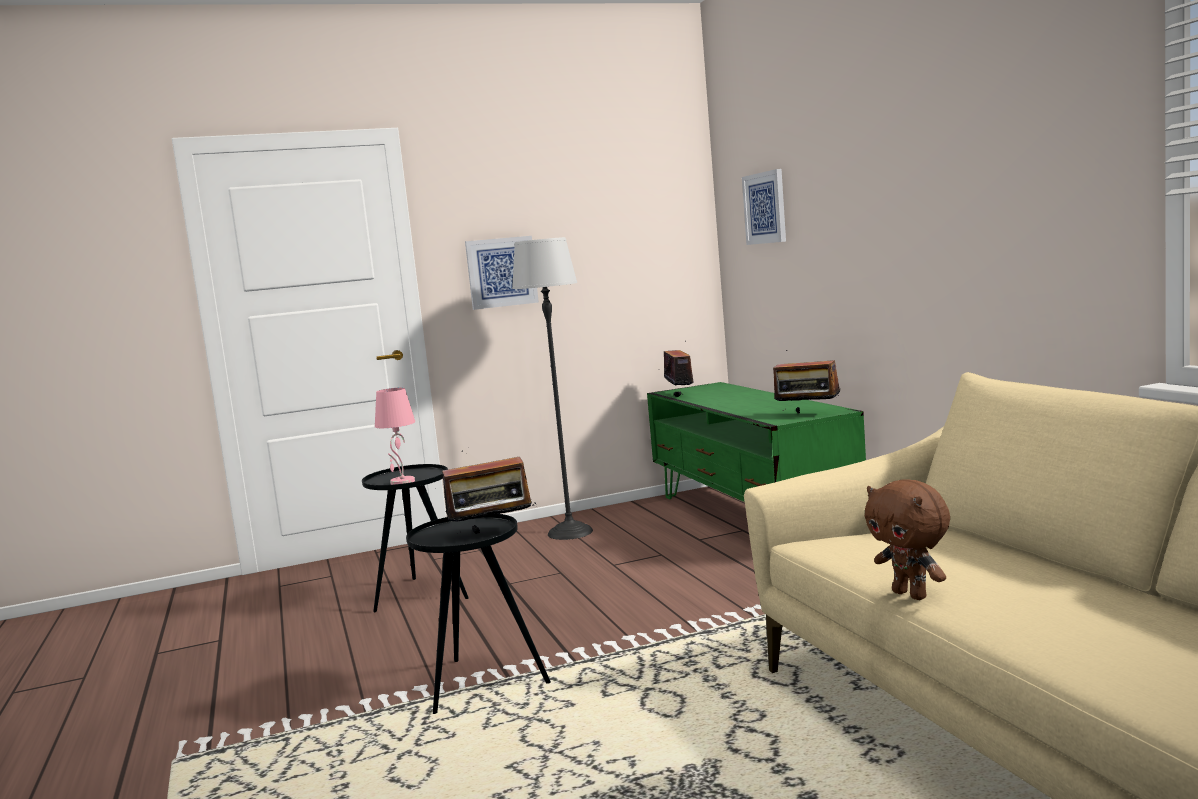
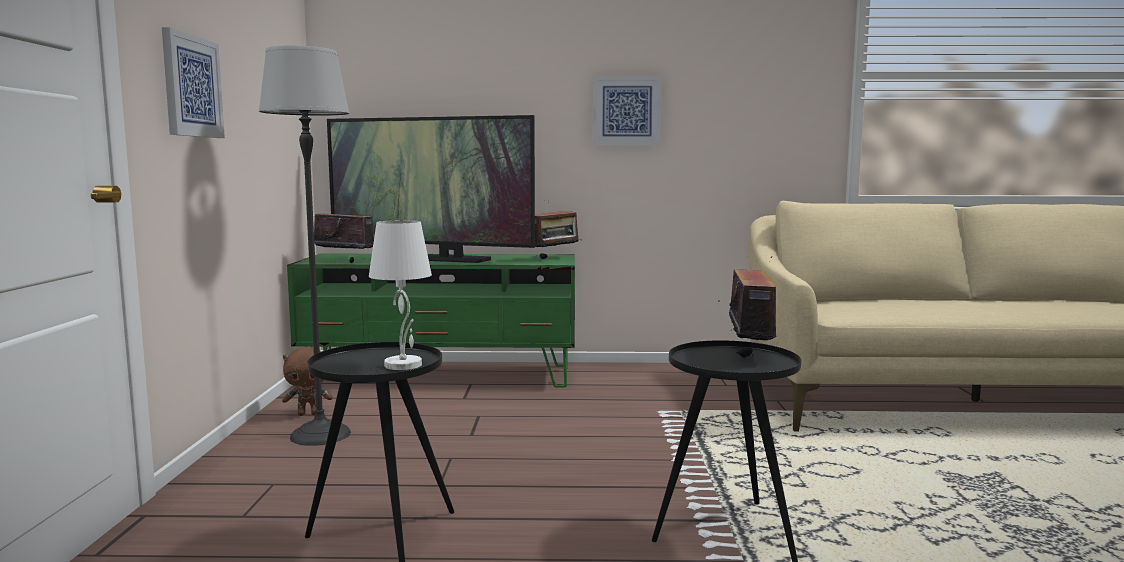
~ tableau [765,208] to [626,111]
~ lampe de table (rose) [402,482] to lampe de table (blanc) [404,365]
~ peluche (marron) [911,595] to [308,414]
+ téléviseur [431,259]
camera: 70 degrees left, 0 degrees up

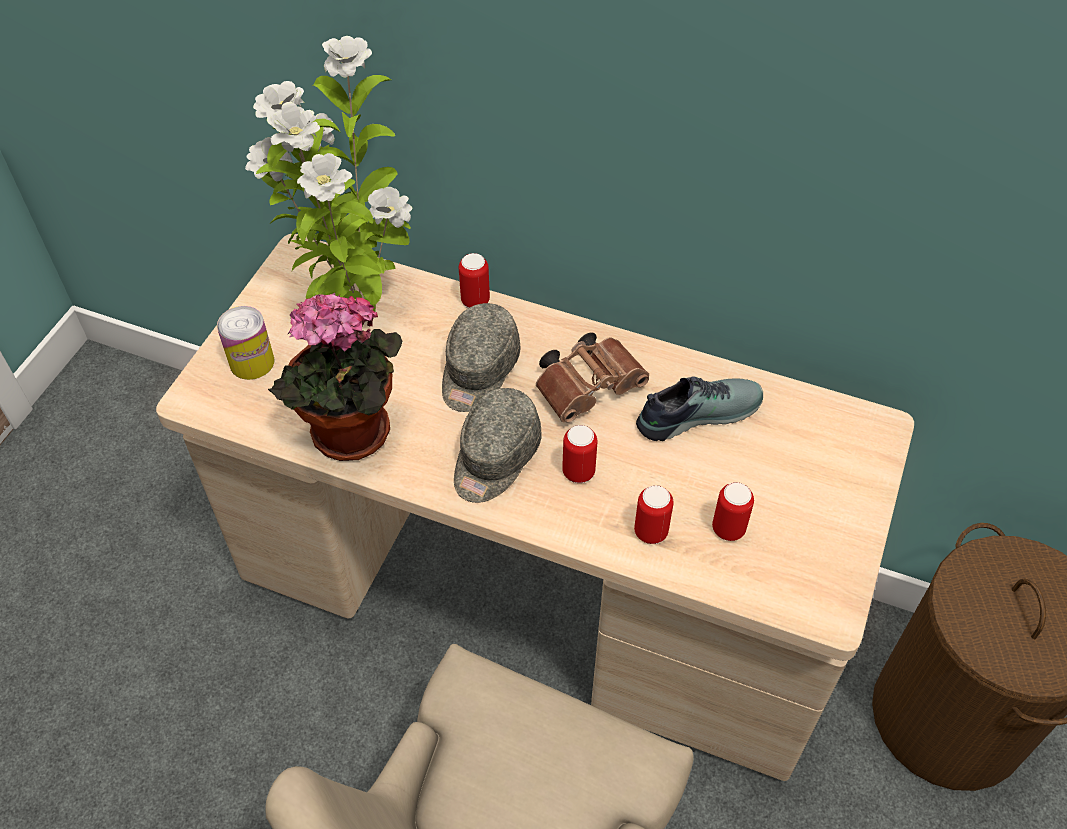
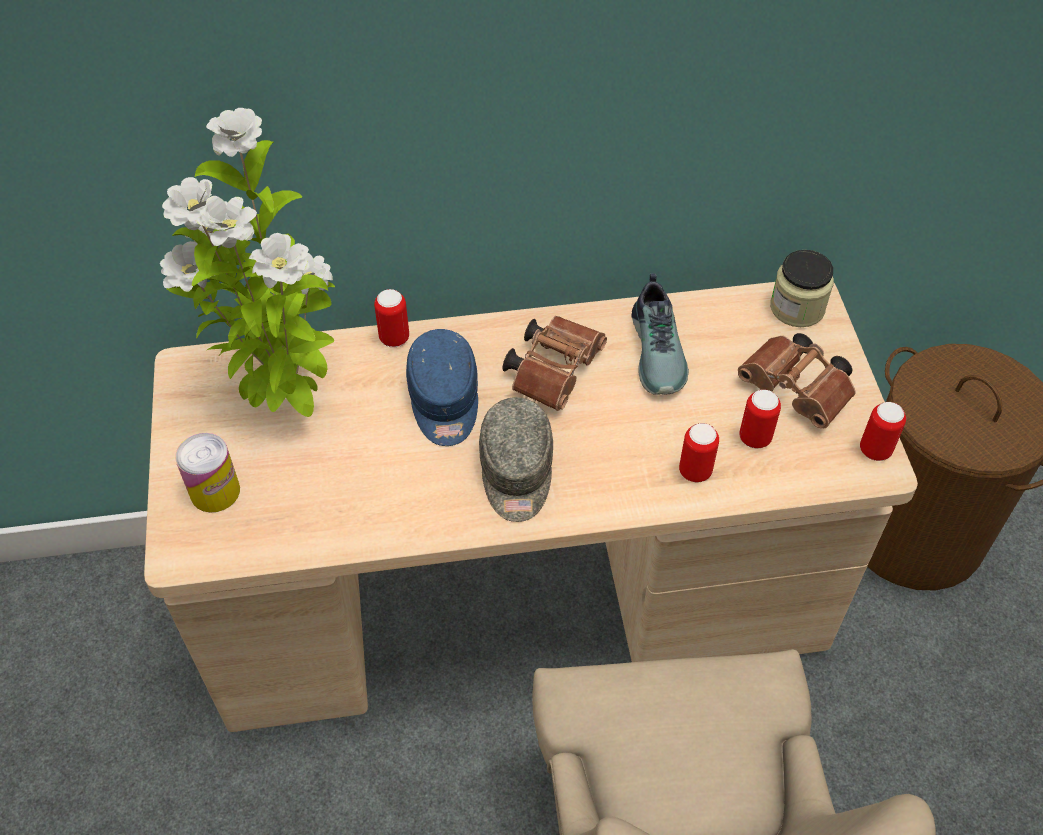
- plante en pot [350,438]
~ casquette (gris) [478,371] to casquette (bleu) [444,401]
~ chaussure [696,412] = [660,351] 135 degrees clockwise
~ boîte métallique [578,472] to [875,450]
+ bocal [797,308]
+ jumelles (marron) [798,392]
camera: 30 degrees left, 0 degrees up

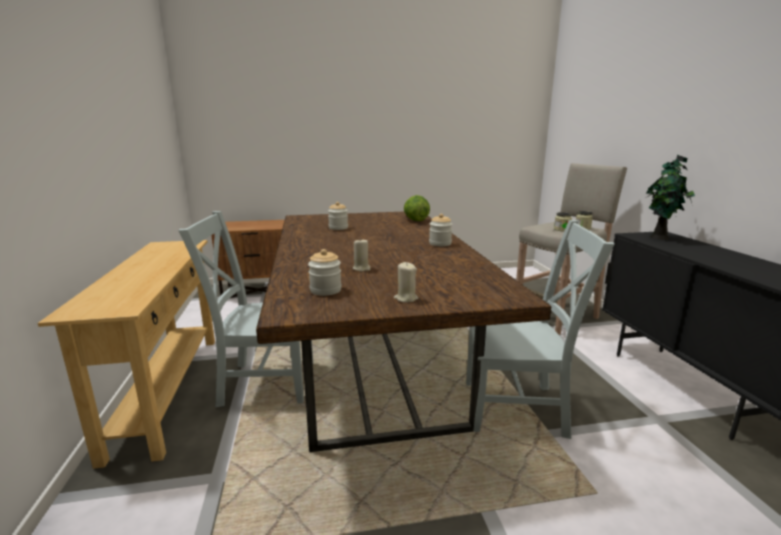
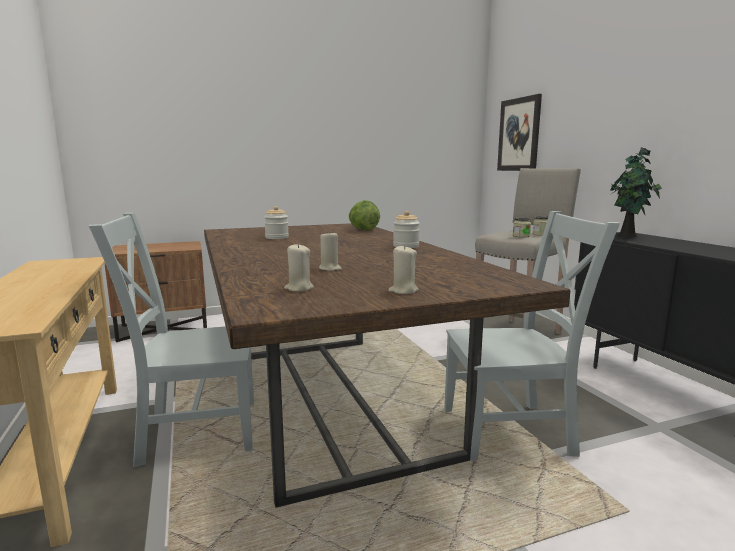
~ bocal [325,290] to bougie (beige) [299,288]
+ tableau [519,134]
camera: 10 degrees left, 5 degrees down

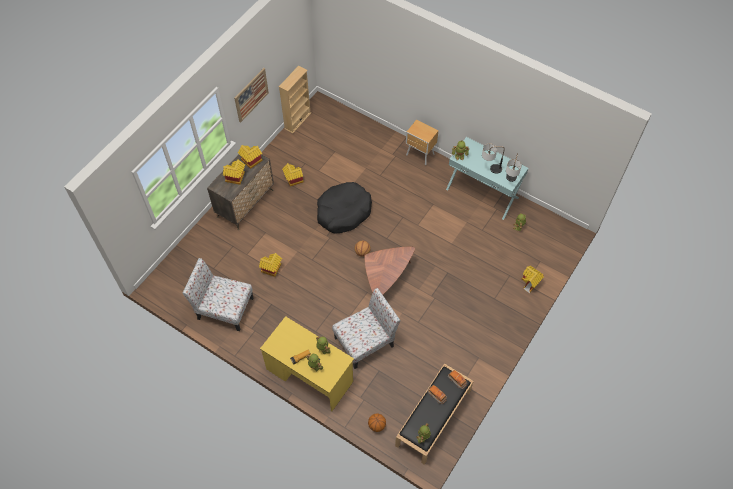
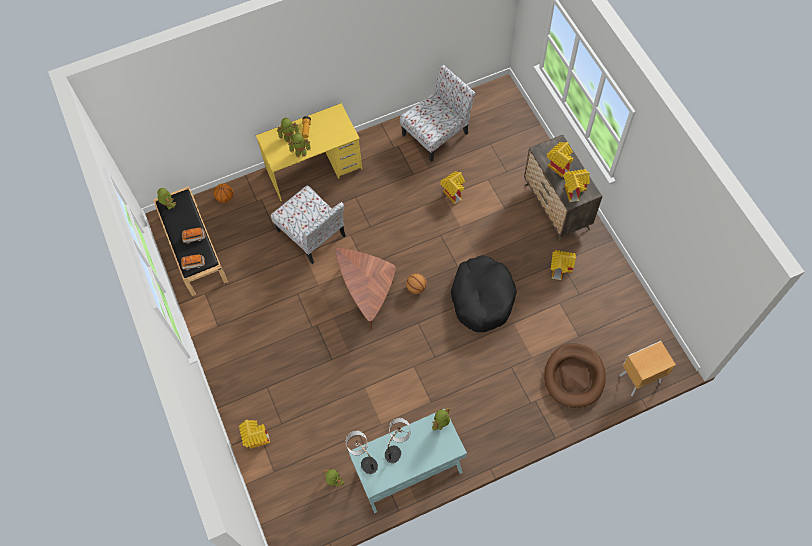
- bibliothèque (beige) [297,121]
- tableau [251,95]
~ table de chevet (marron) [420,155] to [638,379]
~ chaise [365,341] = [312,234] 45 degrees counterclockwise
+ panier pour chien (marron) [574,376]
camera: 125 degrees right, 5 degrees up

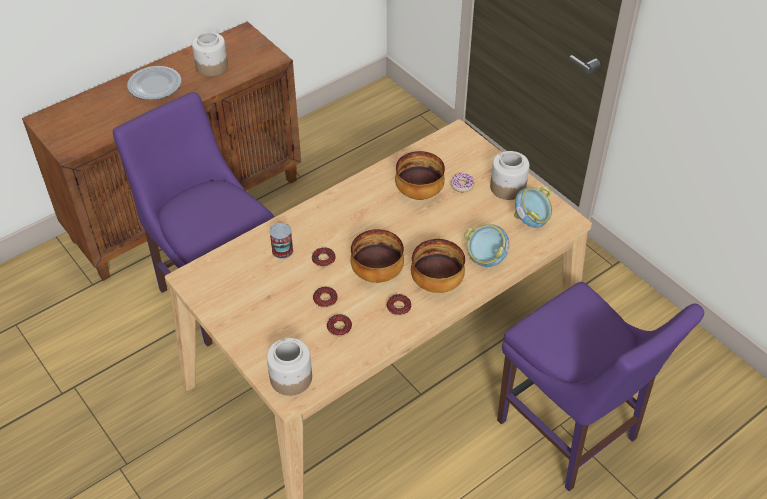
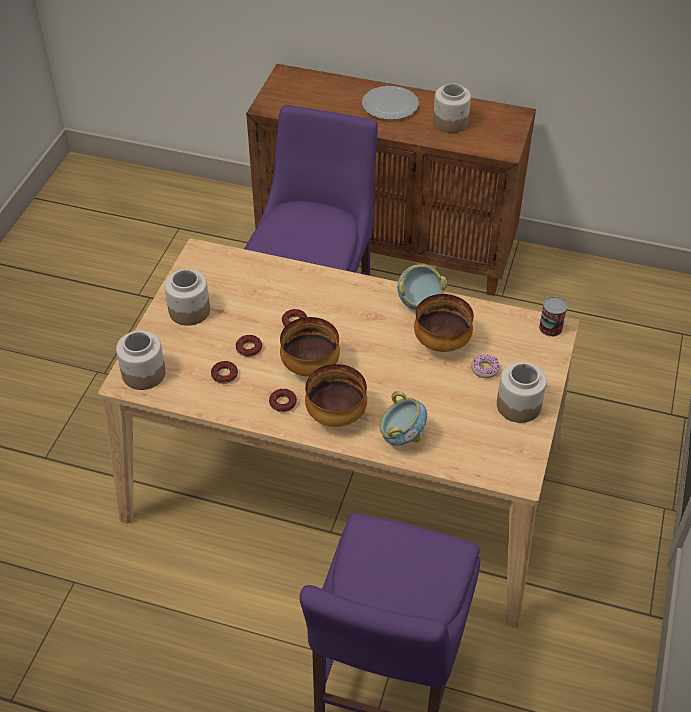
~ bol [531,221] to [419,303]
~ boîte métallique [282,250] to [550,328]
+ bocal [189,311]
camera: 55 degrees right, 0 degrees up

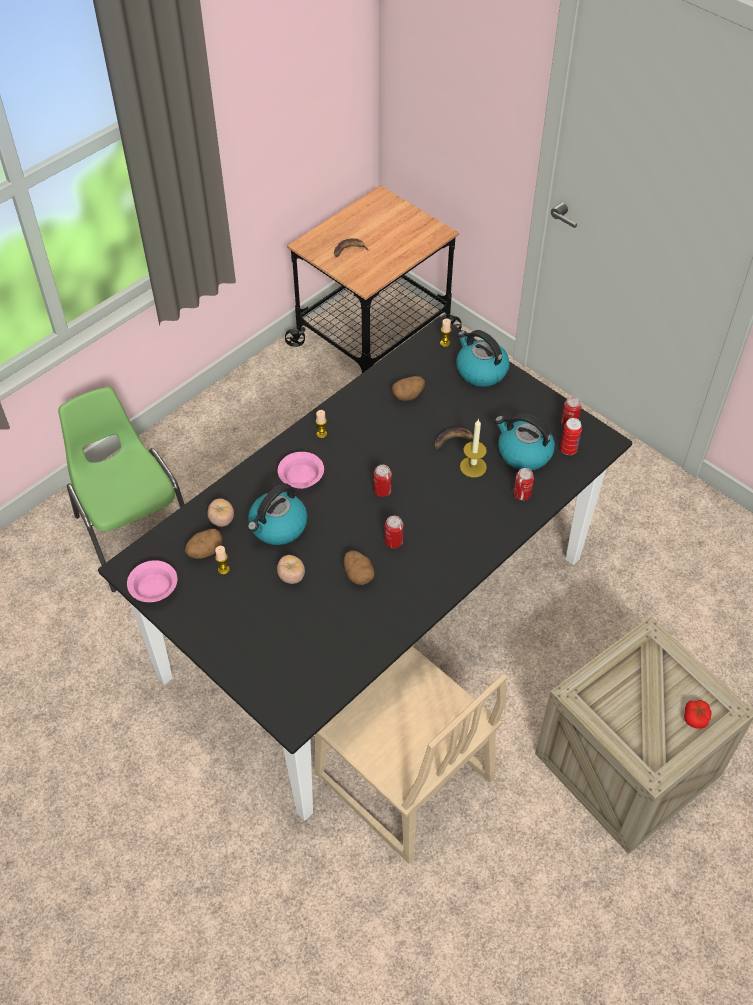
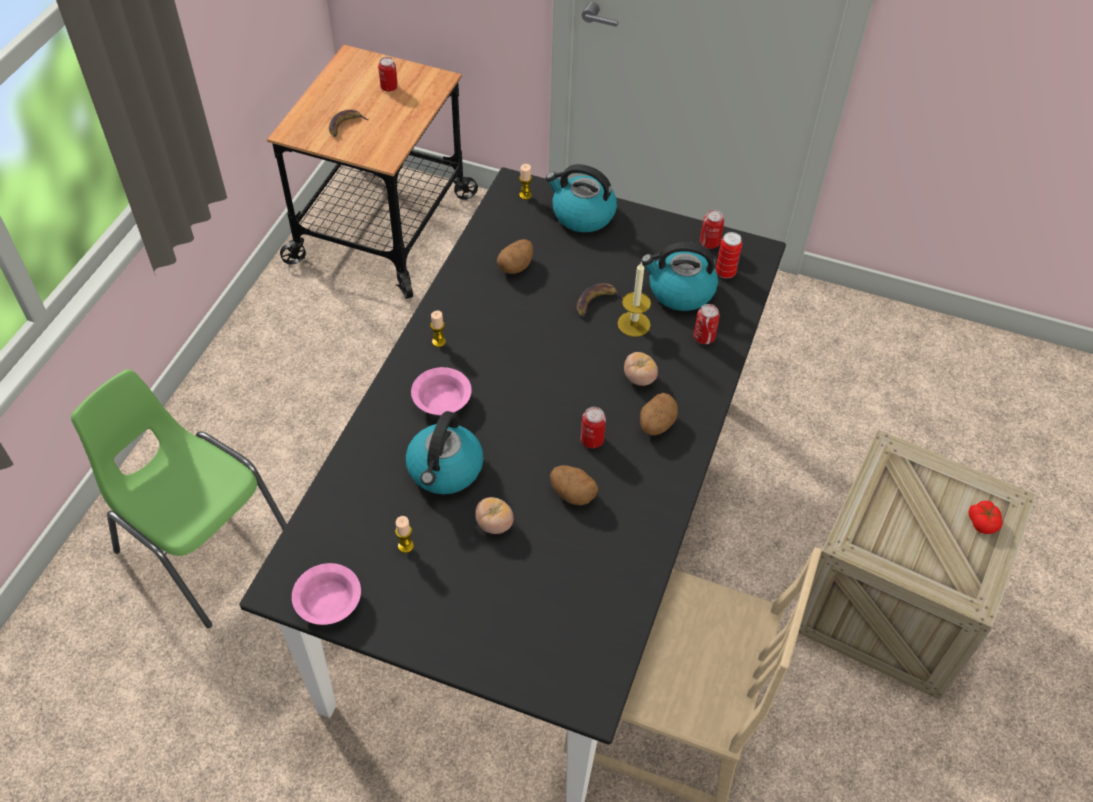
~ boîte métallique [382,491] to [389,87]
~ tomate [222,520] to [639,378]
~ pomme de terre [205,551] to [656,424]
camera: 25 degrees left, 0 degrees up

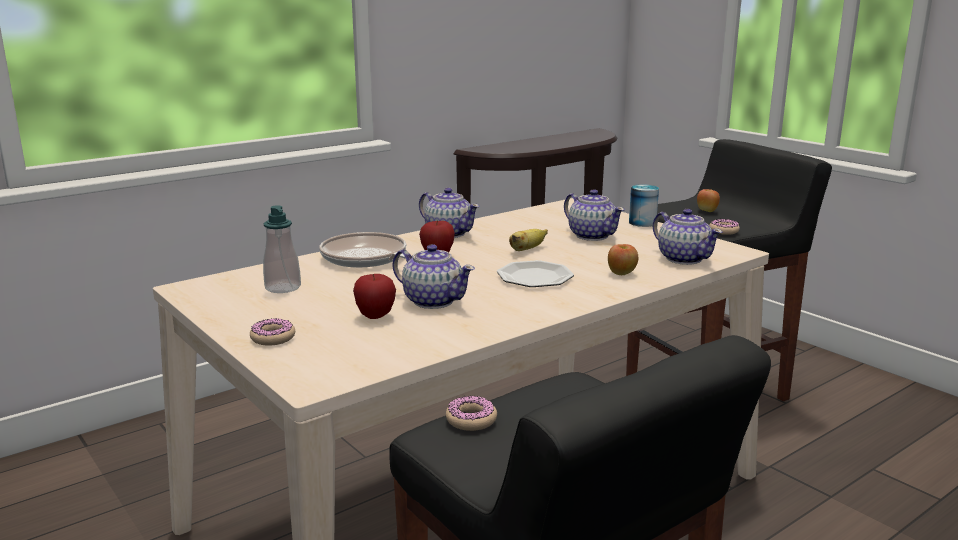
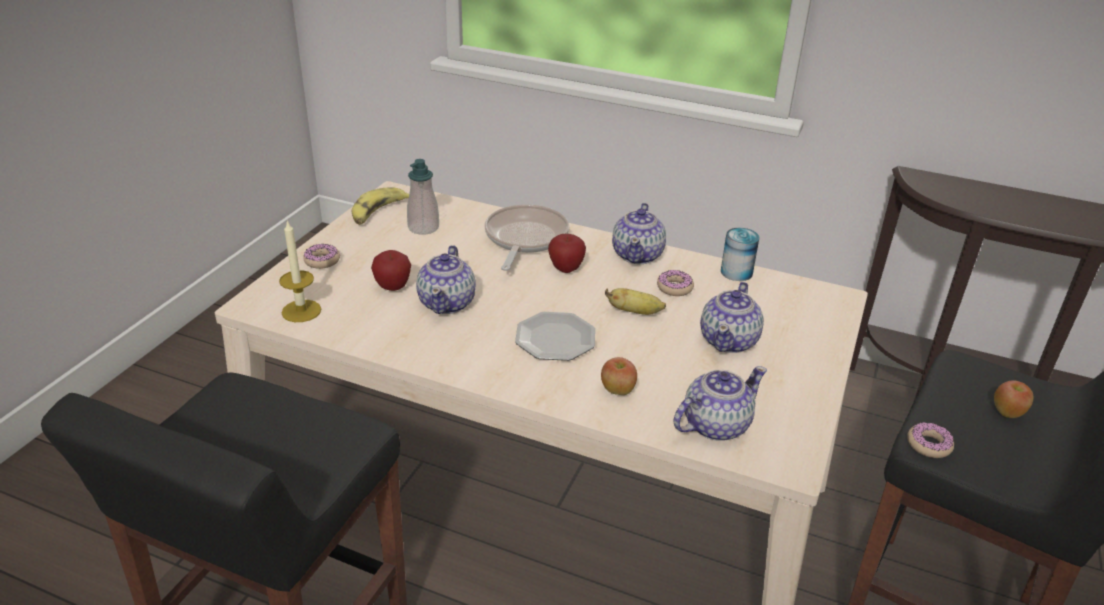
~ boîte métallique [642,222] to [736,272]
~ théière [683,258] = [714,425] 150 degrees counterclockwise
~ beignet [471,420] to [674,288]
+ banane [379,213]
+ bougie [301,311]
camera: 60 degrees right, 15 degrees up

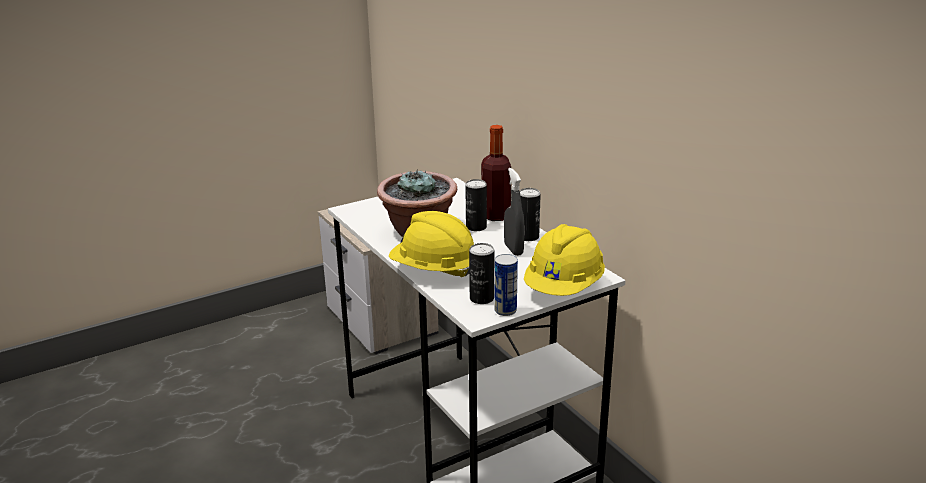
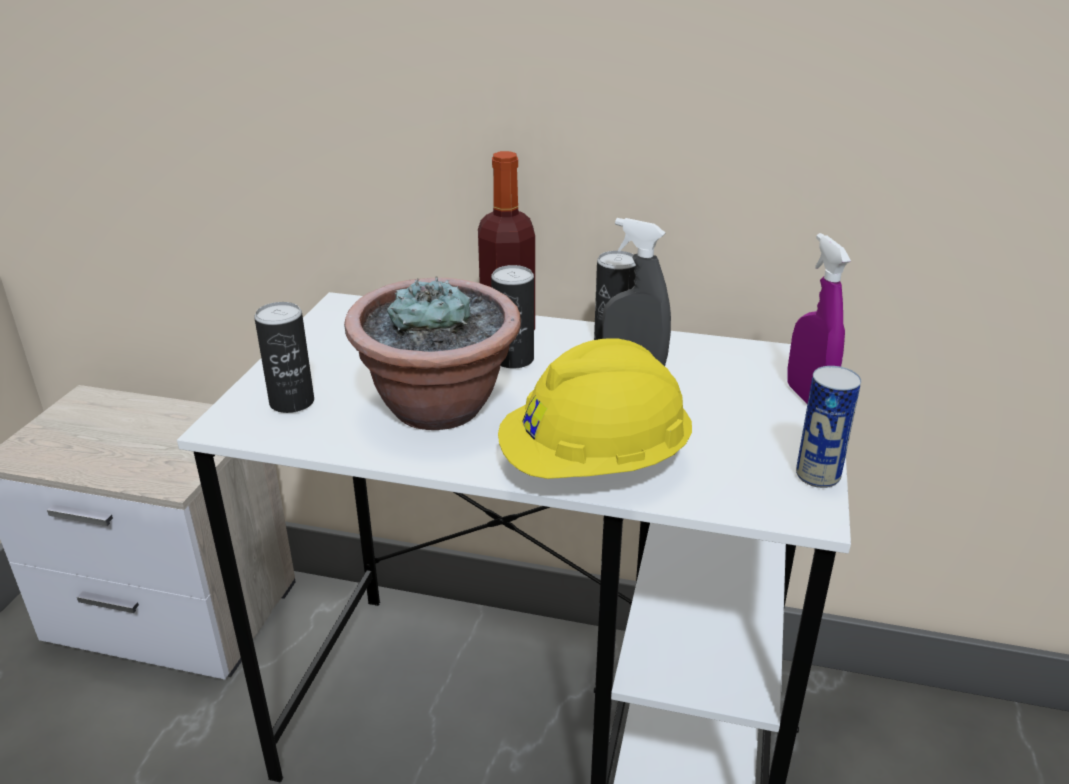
~ casque de chantier (jaune) [564,288] to vaporisateur (violet) [807,397]
~ boîte métallique [481,298] to [292,402]
camera: 45 degrees left, 5 degrees up

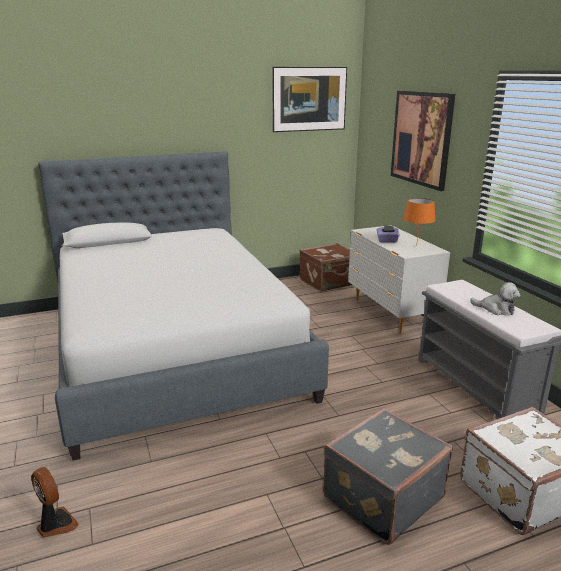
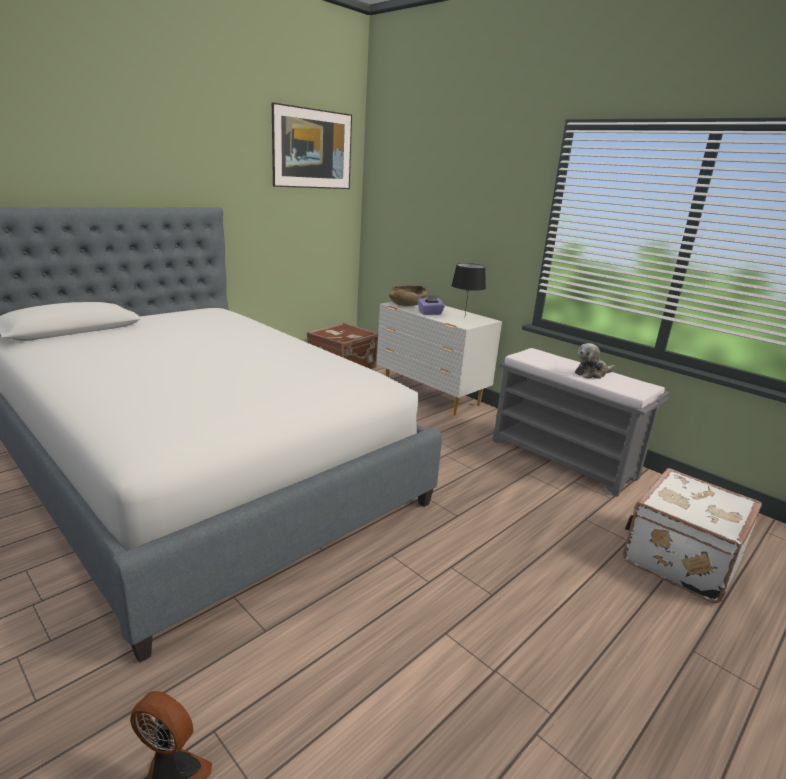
- tableau [421,138]
~ lampe de table (orange) [416,246] to lampe de table (noir) [465,317]
~ peluche [496,309] = [592,374] 150 degrees clockwise
- valise (gris) [381,497]
+ bol (marron) [407,304]
camera: 25 degrees left, 0 degrees up

